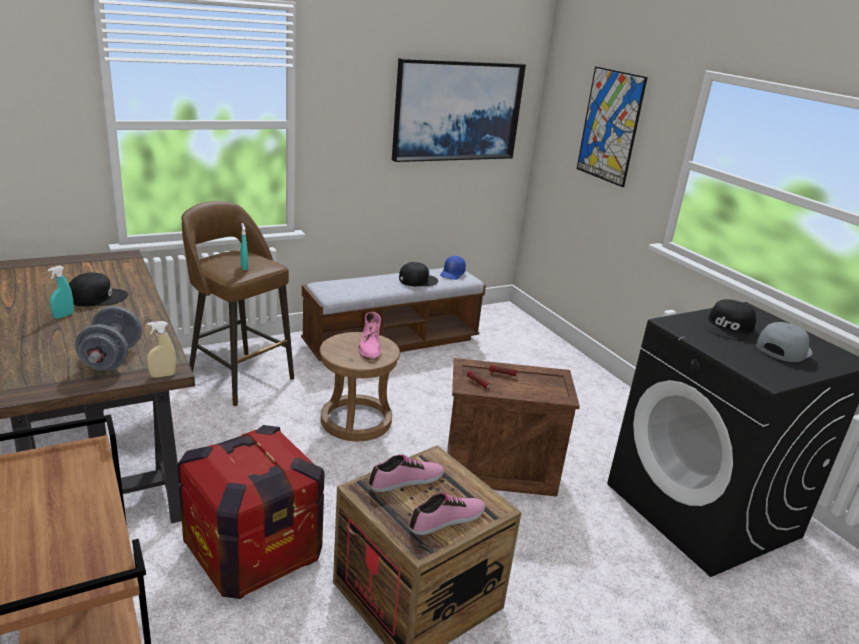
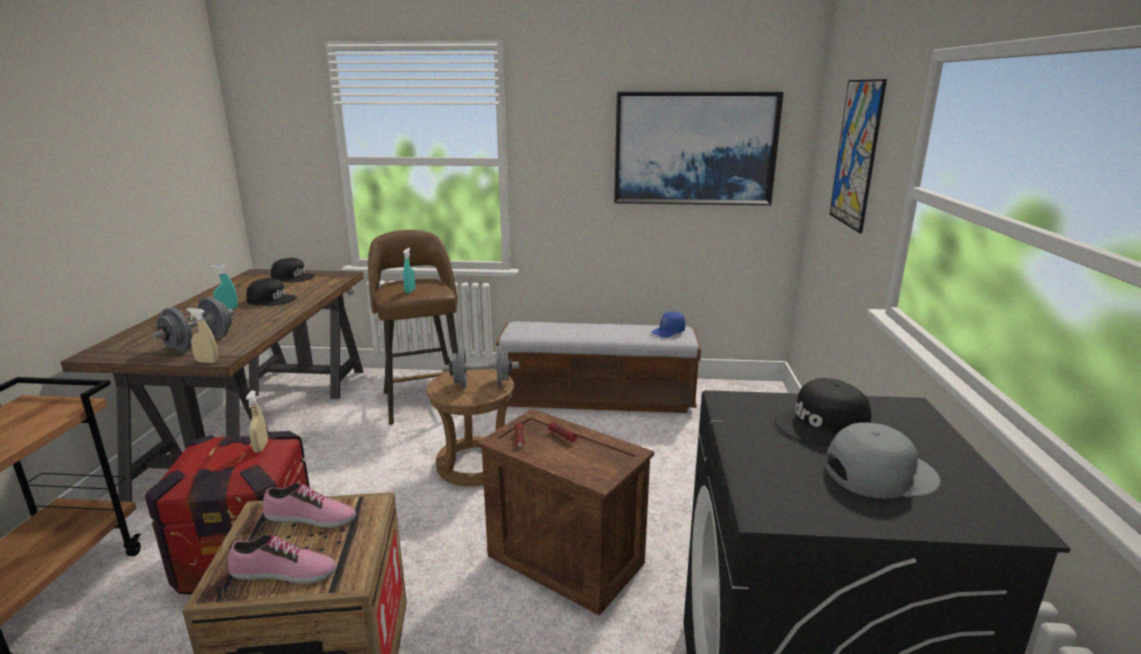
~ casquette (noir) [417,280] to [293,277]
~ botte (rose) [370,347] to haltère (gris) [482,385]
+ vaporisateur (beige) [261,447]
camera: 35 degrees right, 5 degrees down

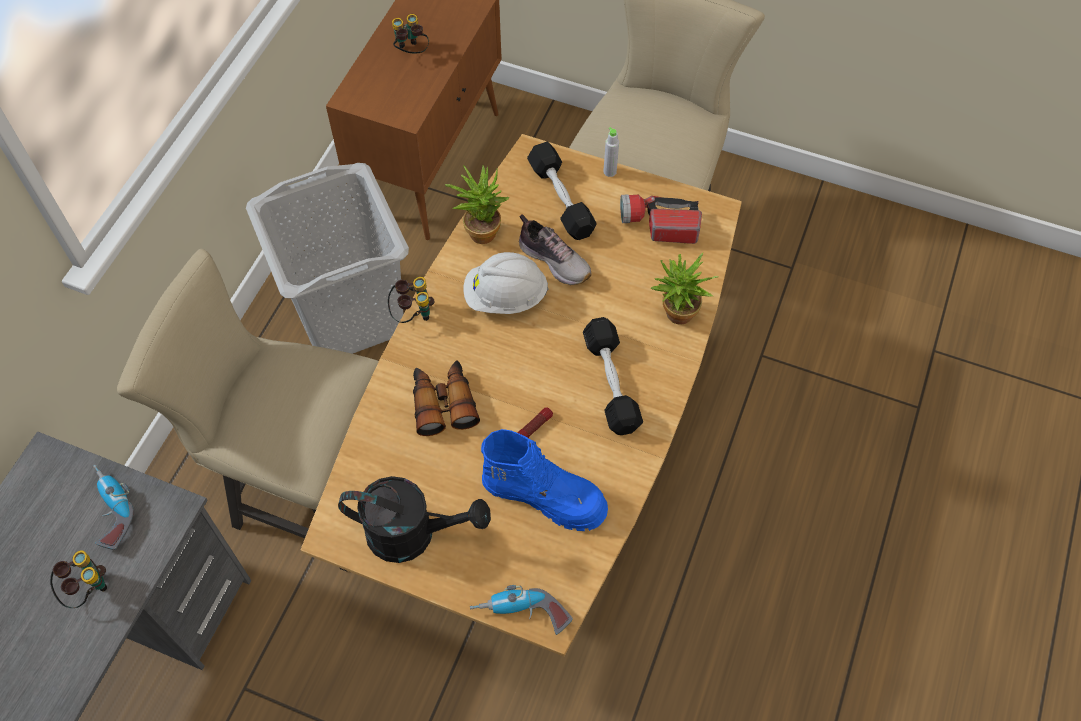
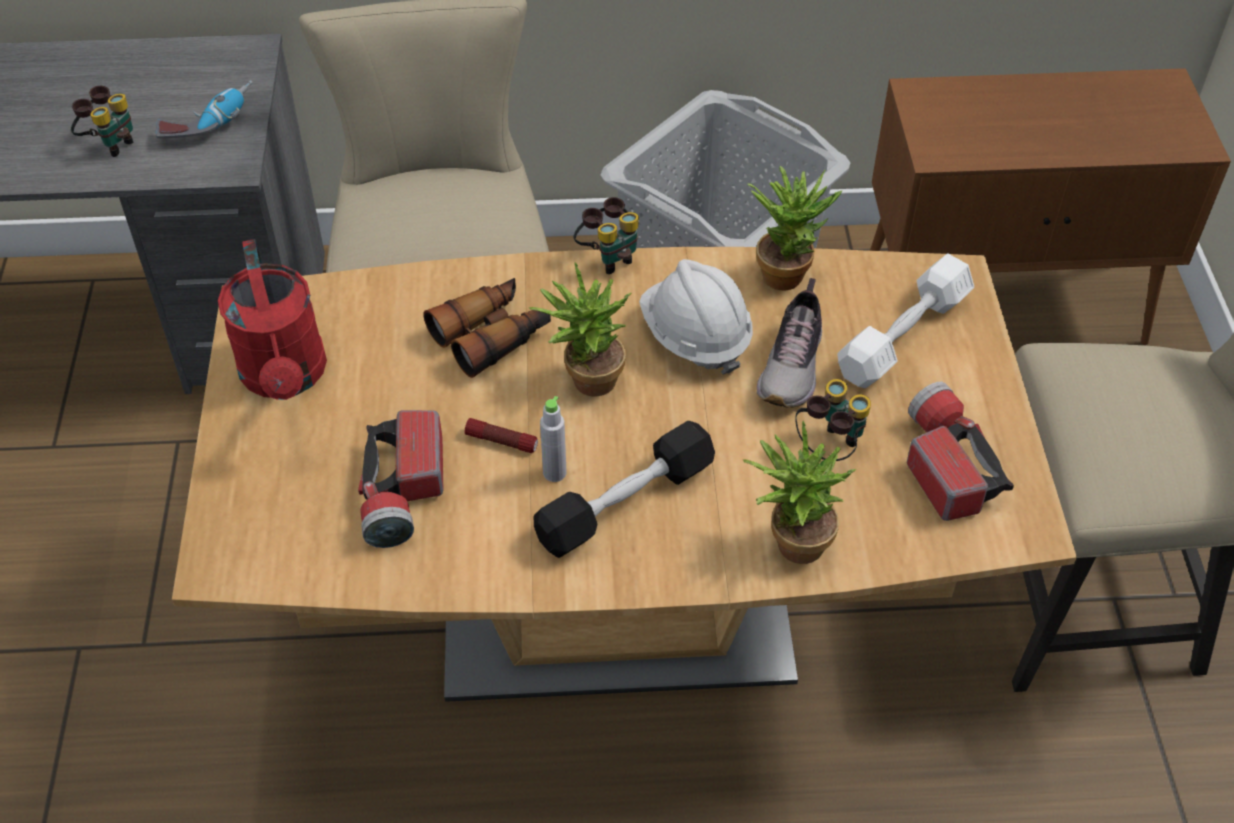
~ jumelles [411,52] to [829,448]
~ bouteille (gris) [609,171] to [554,473]
~ haltère (noir) [561,199] to haltère (blanc) [903,336]
~ botte (bleu) [545,495] to lampe de poche [403,492]
~ arrosoir (noir) [413,533] to arrosoir (rouge) [286,378]
- perceuse [521,615]
+ plante en pot [585,380]
camera: 65 degrees right, 10 degrees down

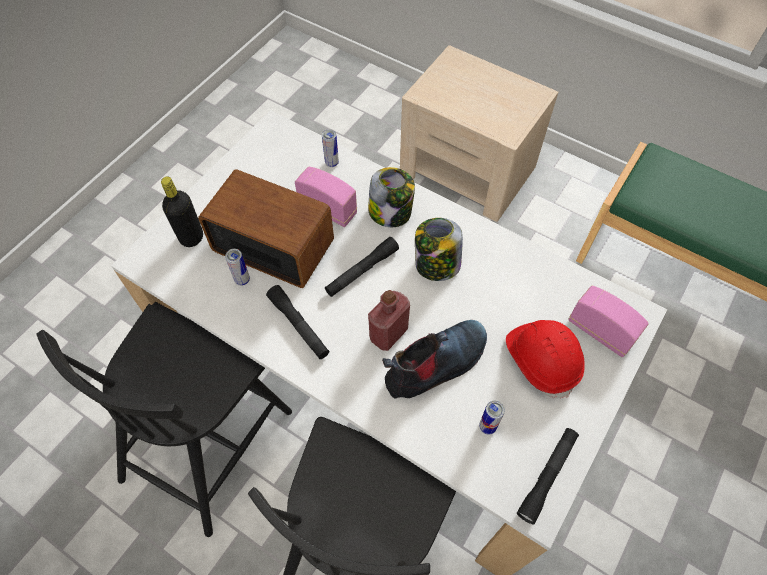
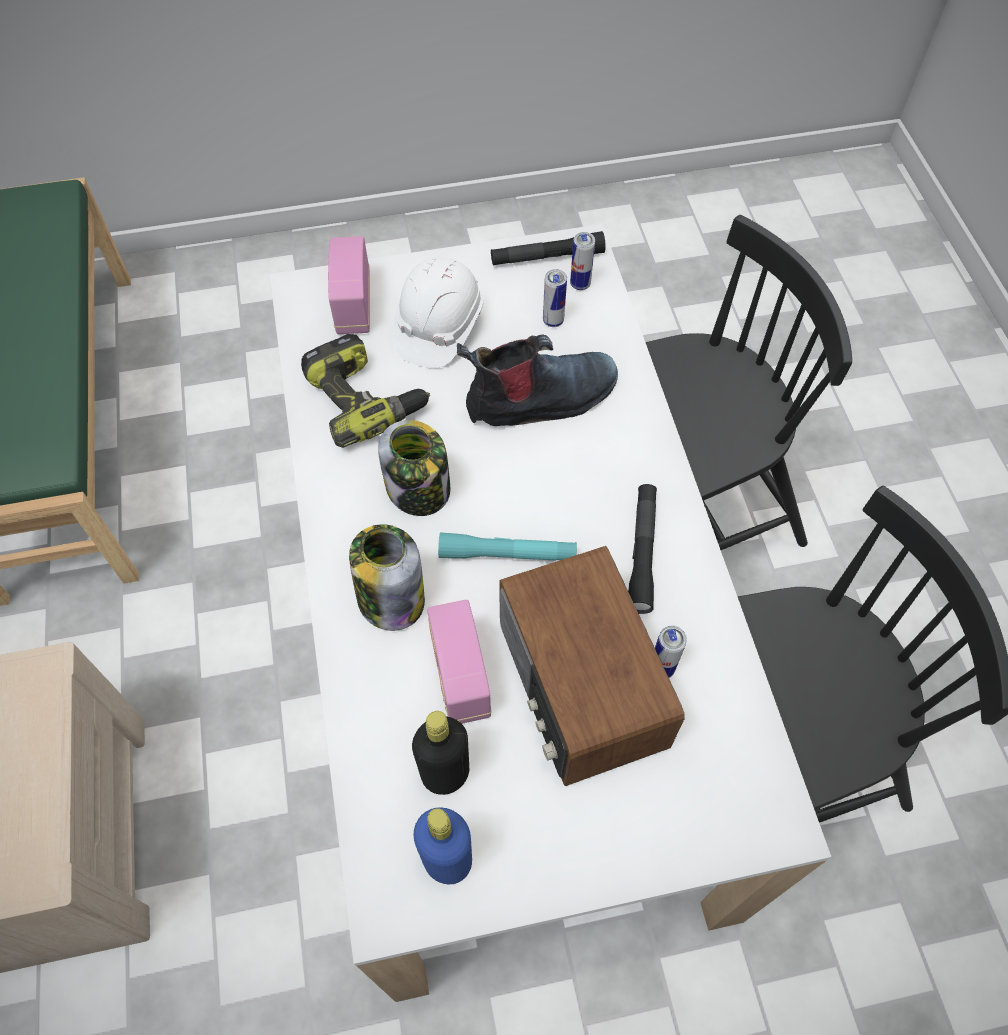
~ boîte métallique [331,163] to [580,284]
~ bouteille (noir) [191,237] to [445,773]
~ lampe de poche (noir) [362,271] to lampe de poche (turquoise) [507,554]
- bouteille (rouge) [388,334]
~ botte [435,365] = [540,400] 150 degrees clockwise
~ casque de chantier (rouge) [541,360] to casque de chantier (blanc) [438,326]
+ perceuse [366,399]
+ bouteille (bleu) [447,860]
camera: 135 degrees left, 0 degrees up

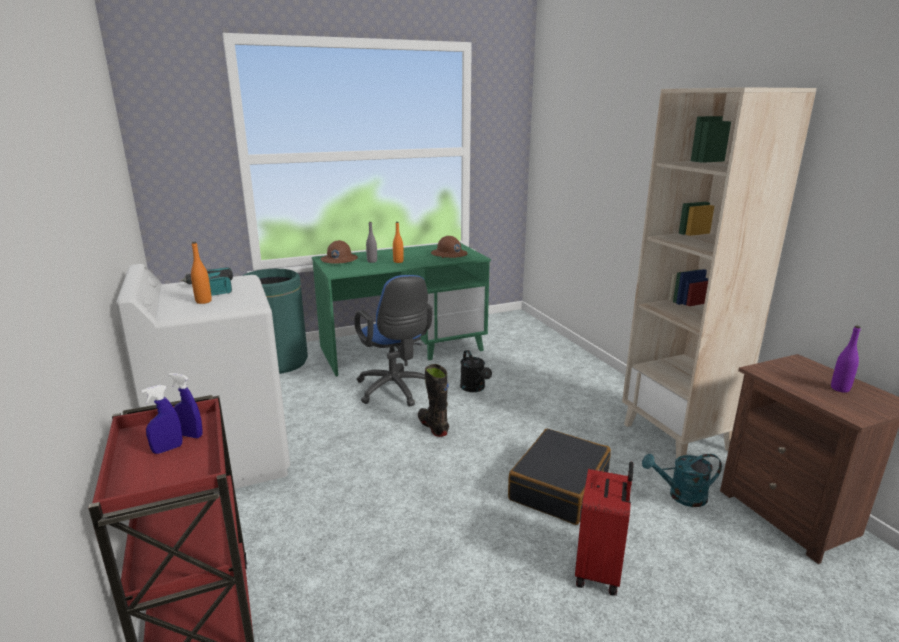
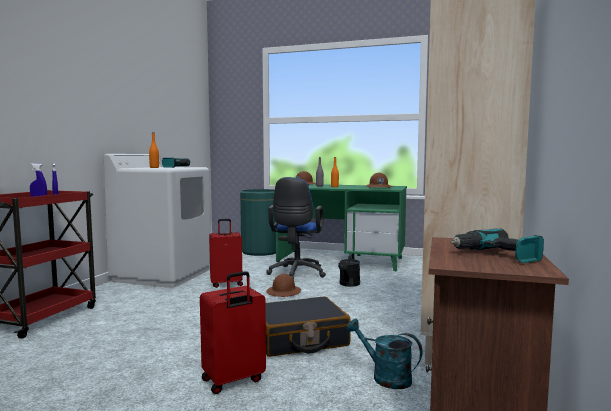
~ bouteille (violet) [840,389] to perceuse [496,256]
~ botte (noir) [433,426] to casque de chantier (marron) [284,292]
+ valise (rouge) [226,284]
camera: 40 degrees right, 15 degrees down

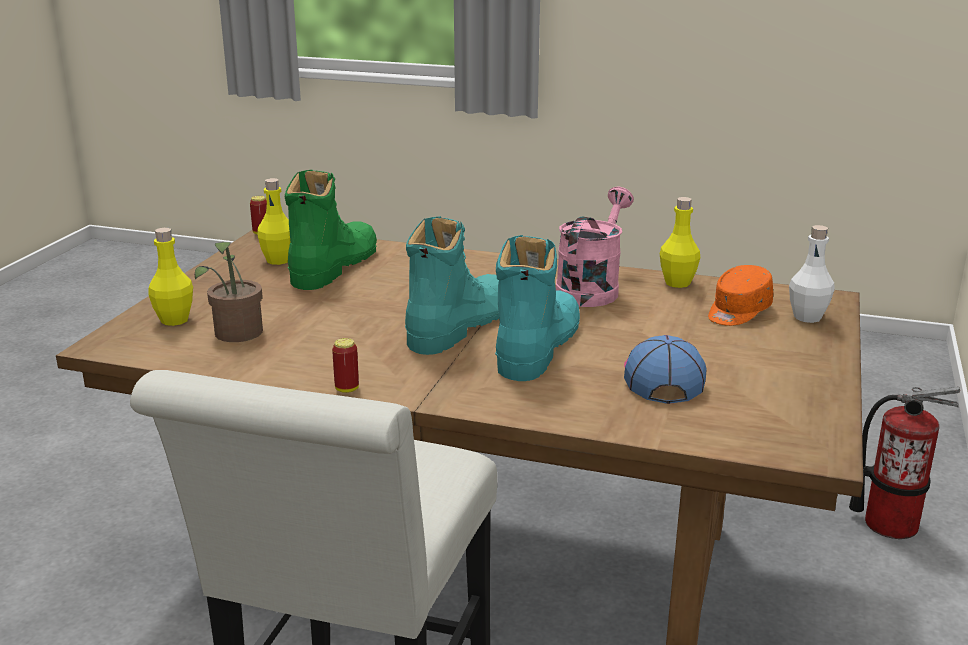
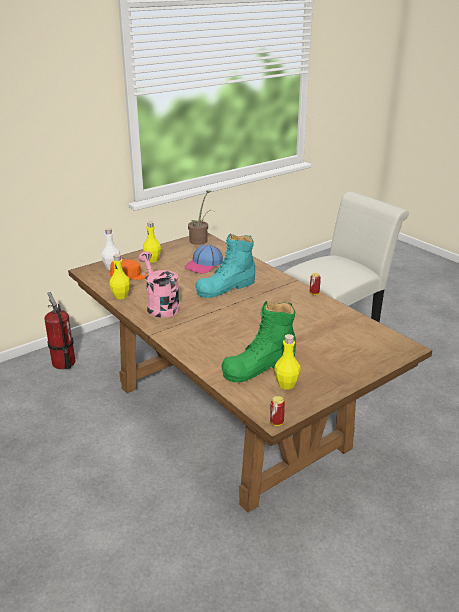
~ arrosoir (rose) [591,289] = [160,305] 90 degrees clockwise
- botte (turquoise) [459,326]
~ bouteille (jaune) [174,320] to [152,260]
~ plante en pot [236,335] to [200,240]
camera: 145 degrees left, 5 degrees up

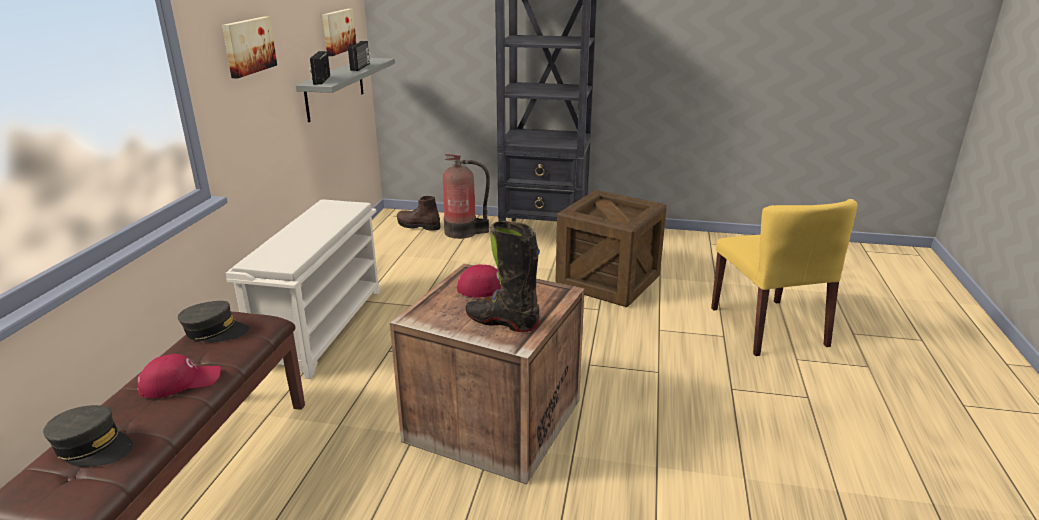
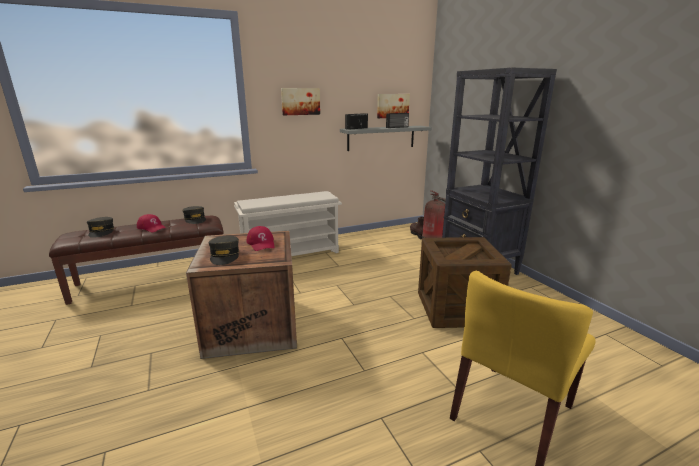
~ botte (noir) [502,322] to casquette (gris) [225,256]
camera: 55 degrees right, 5 degrees down

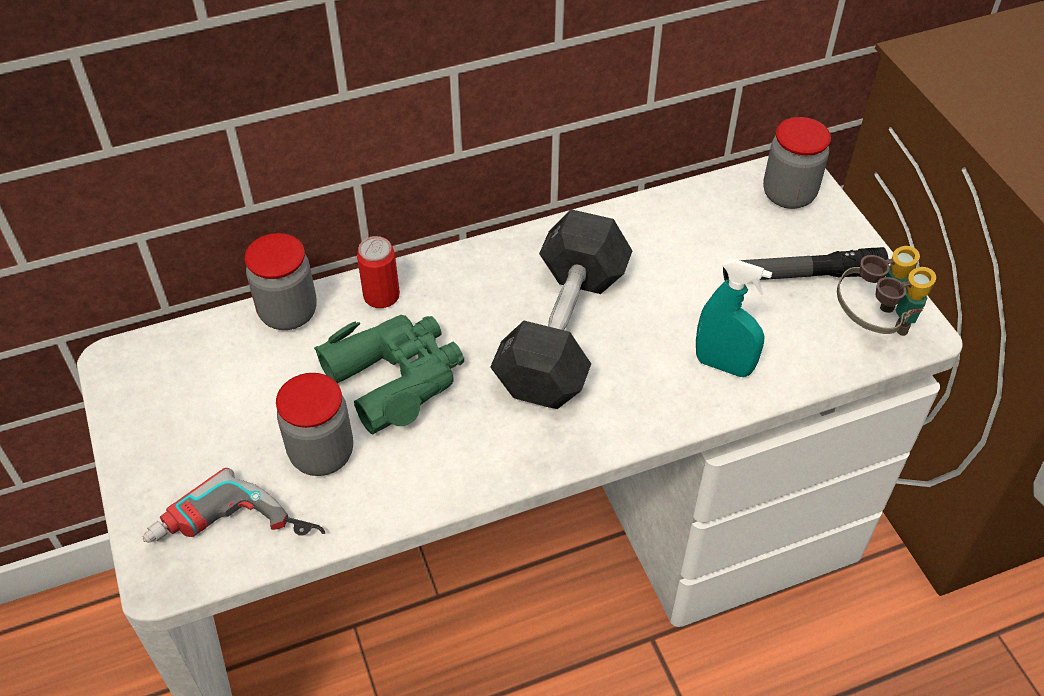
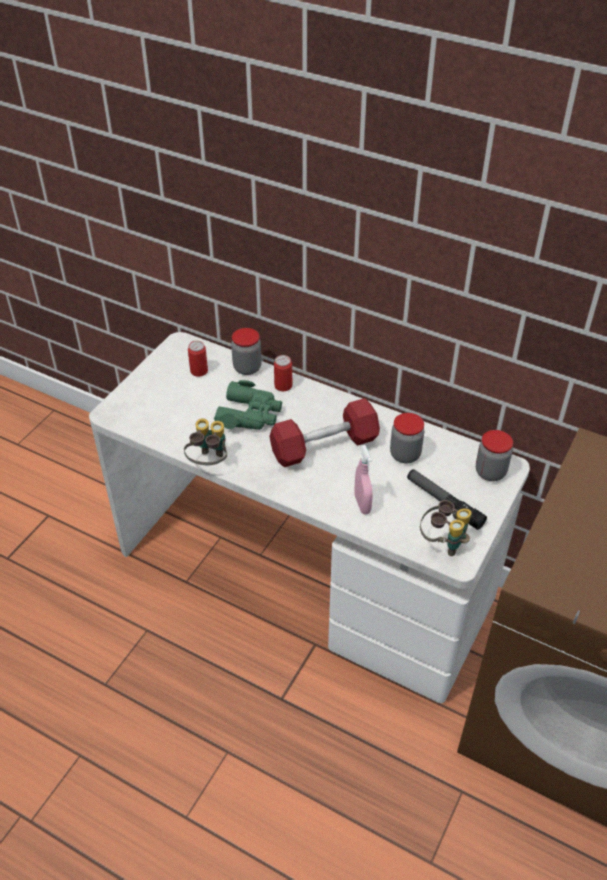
~ haltère (gris) [563,331] to haltère (rouge) [324,446]
~ vaporisateur (turquoise) [723,365] to vaporisateur (rose) [362,504]
~ bocal [322,454] to [405,454]
- perceuse [234,539]
+ boîte métallique [199,371]
+ jumelles [209,462]
camera: 50 degrees right, 5 degrees down

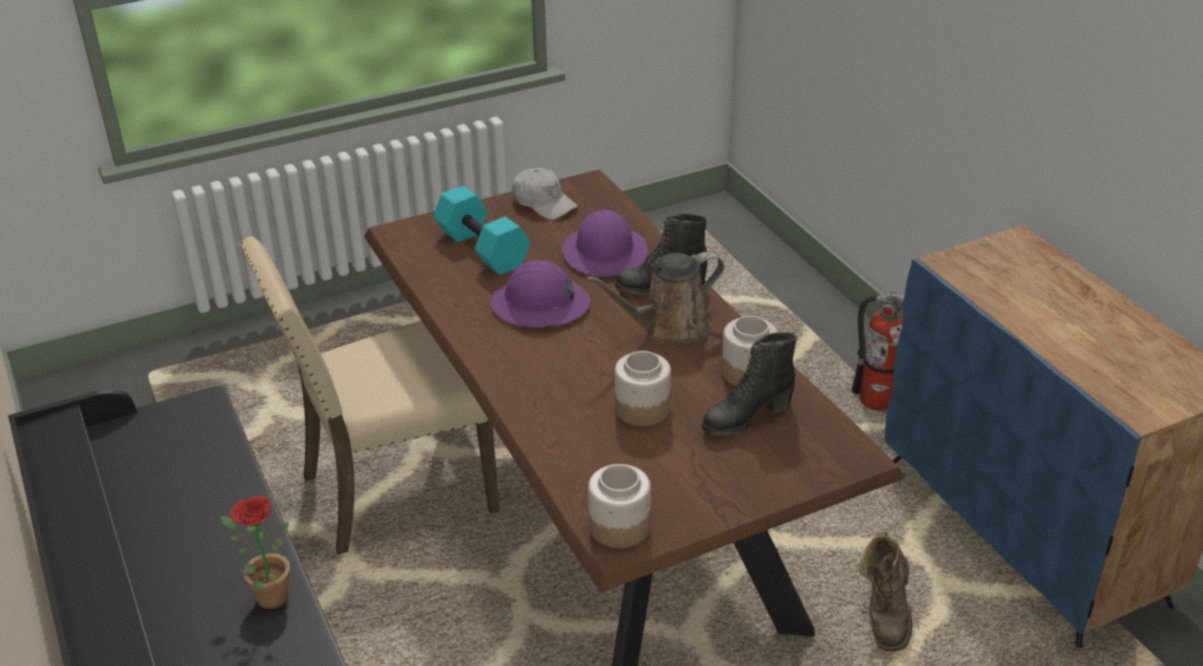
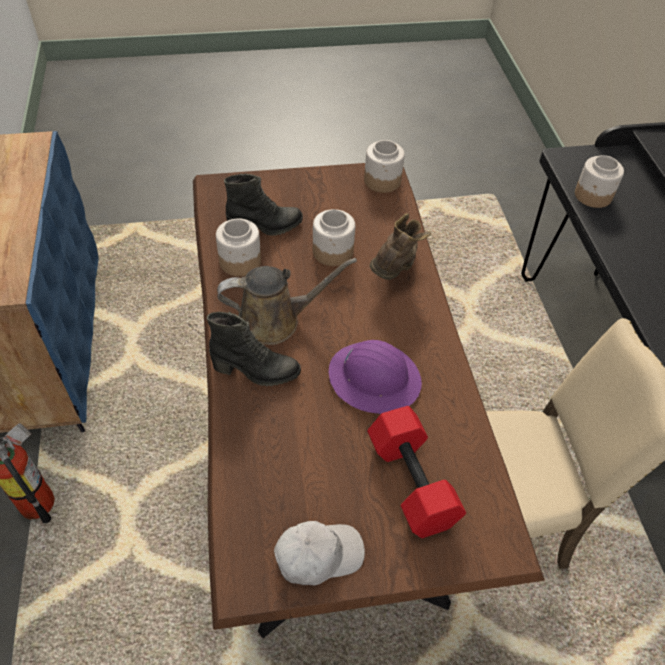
~ casquette (blanc) [544,203] = [318,555] 105 degrees clockwise
~ haltère (turquoise) [484,249] to haltère (rouge) [409,482]
- casque de chantier (violet) [605,253]
~ plante en pot [266,596] to bocal [593,196]
~ botte (marron) [885,615] to [395,270]
camera: 165 degrees left, 15 degrees up

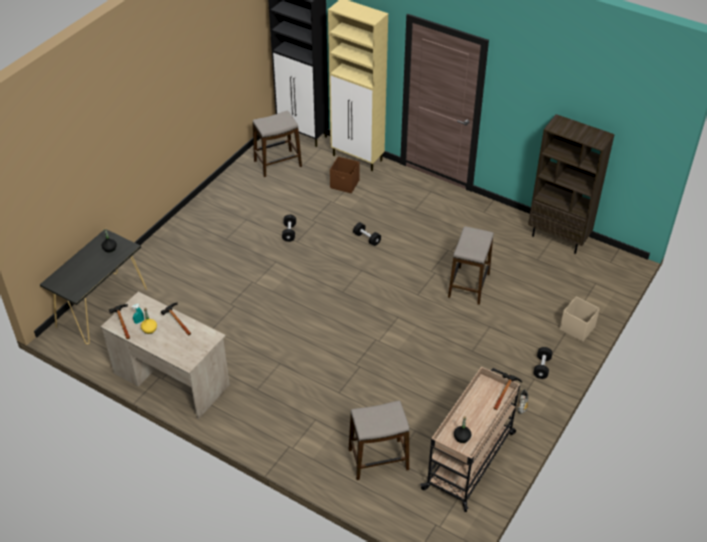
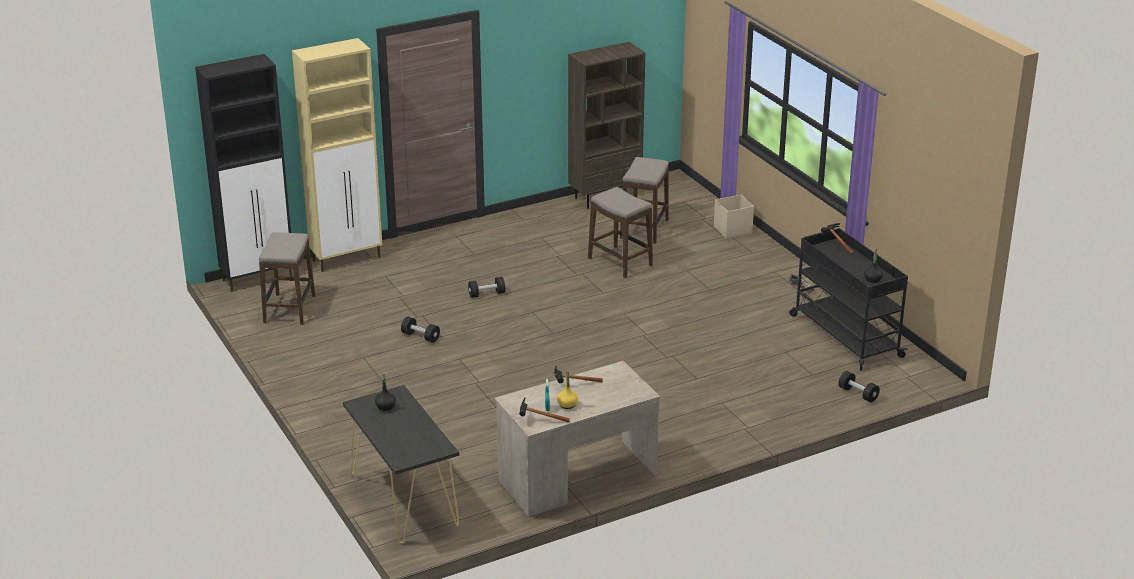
- boîte de rangement (marron) [345,184]
~ haltère (noir) [542,367] to [858,394]
~ chariot (beige) [470,460] to chariot (noir) [844,335]
~ tabouret [378,460] to [644,229]
camera: 60 degrees left, 15 degrees down

